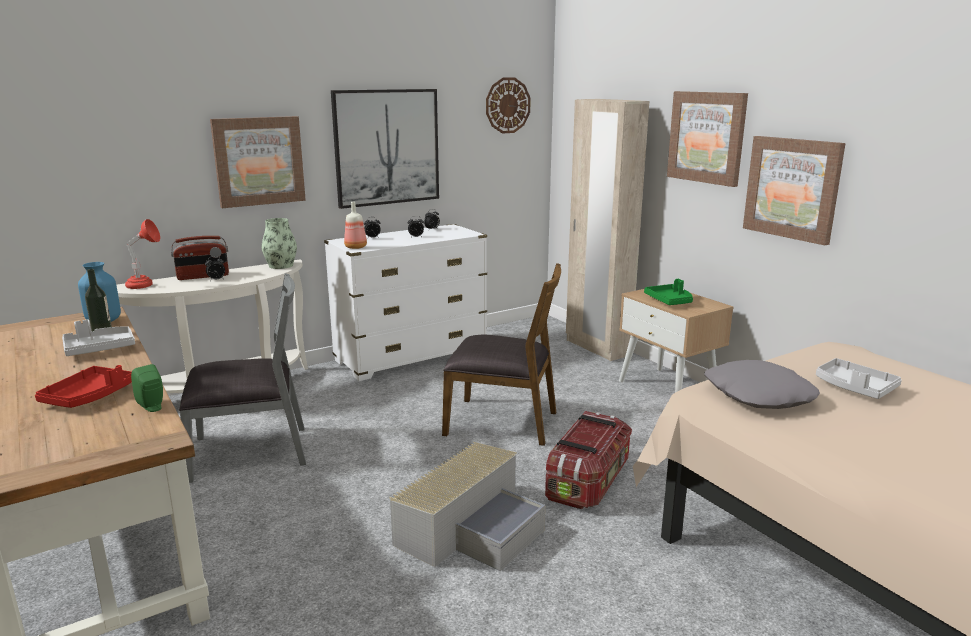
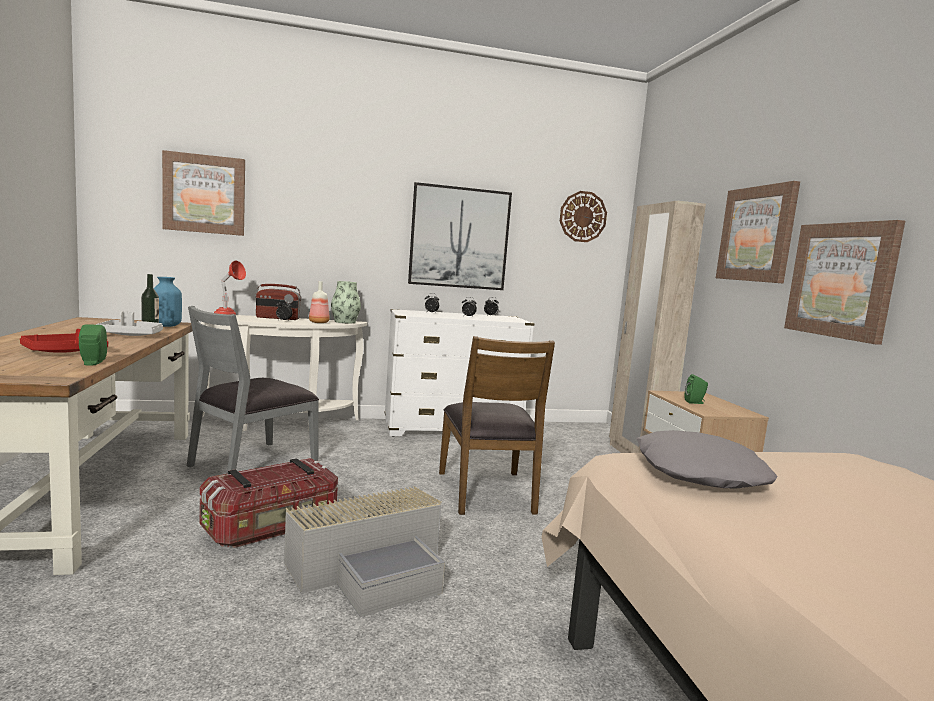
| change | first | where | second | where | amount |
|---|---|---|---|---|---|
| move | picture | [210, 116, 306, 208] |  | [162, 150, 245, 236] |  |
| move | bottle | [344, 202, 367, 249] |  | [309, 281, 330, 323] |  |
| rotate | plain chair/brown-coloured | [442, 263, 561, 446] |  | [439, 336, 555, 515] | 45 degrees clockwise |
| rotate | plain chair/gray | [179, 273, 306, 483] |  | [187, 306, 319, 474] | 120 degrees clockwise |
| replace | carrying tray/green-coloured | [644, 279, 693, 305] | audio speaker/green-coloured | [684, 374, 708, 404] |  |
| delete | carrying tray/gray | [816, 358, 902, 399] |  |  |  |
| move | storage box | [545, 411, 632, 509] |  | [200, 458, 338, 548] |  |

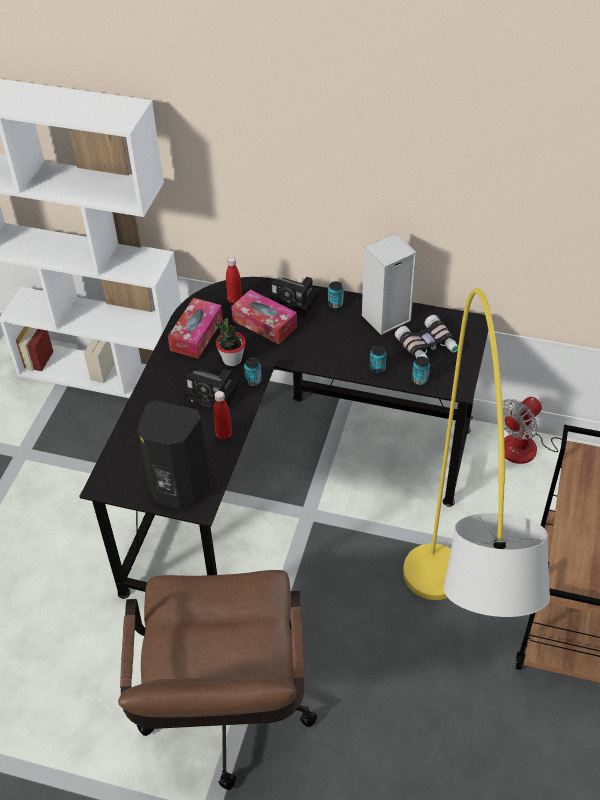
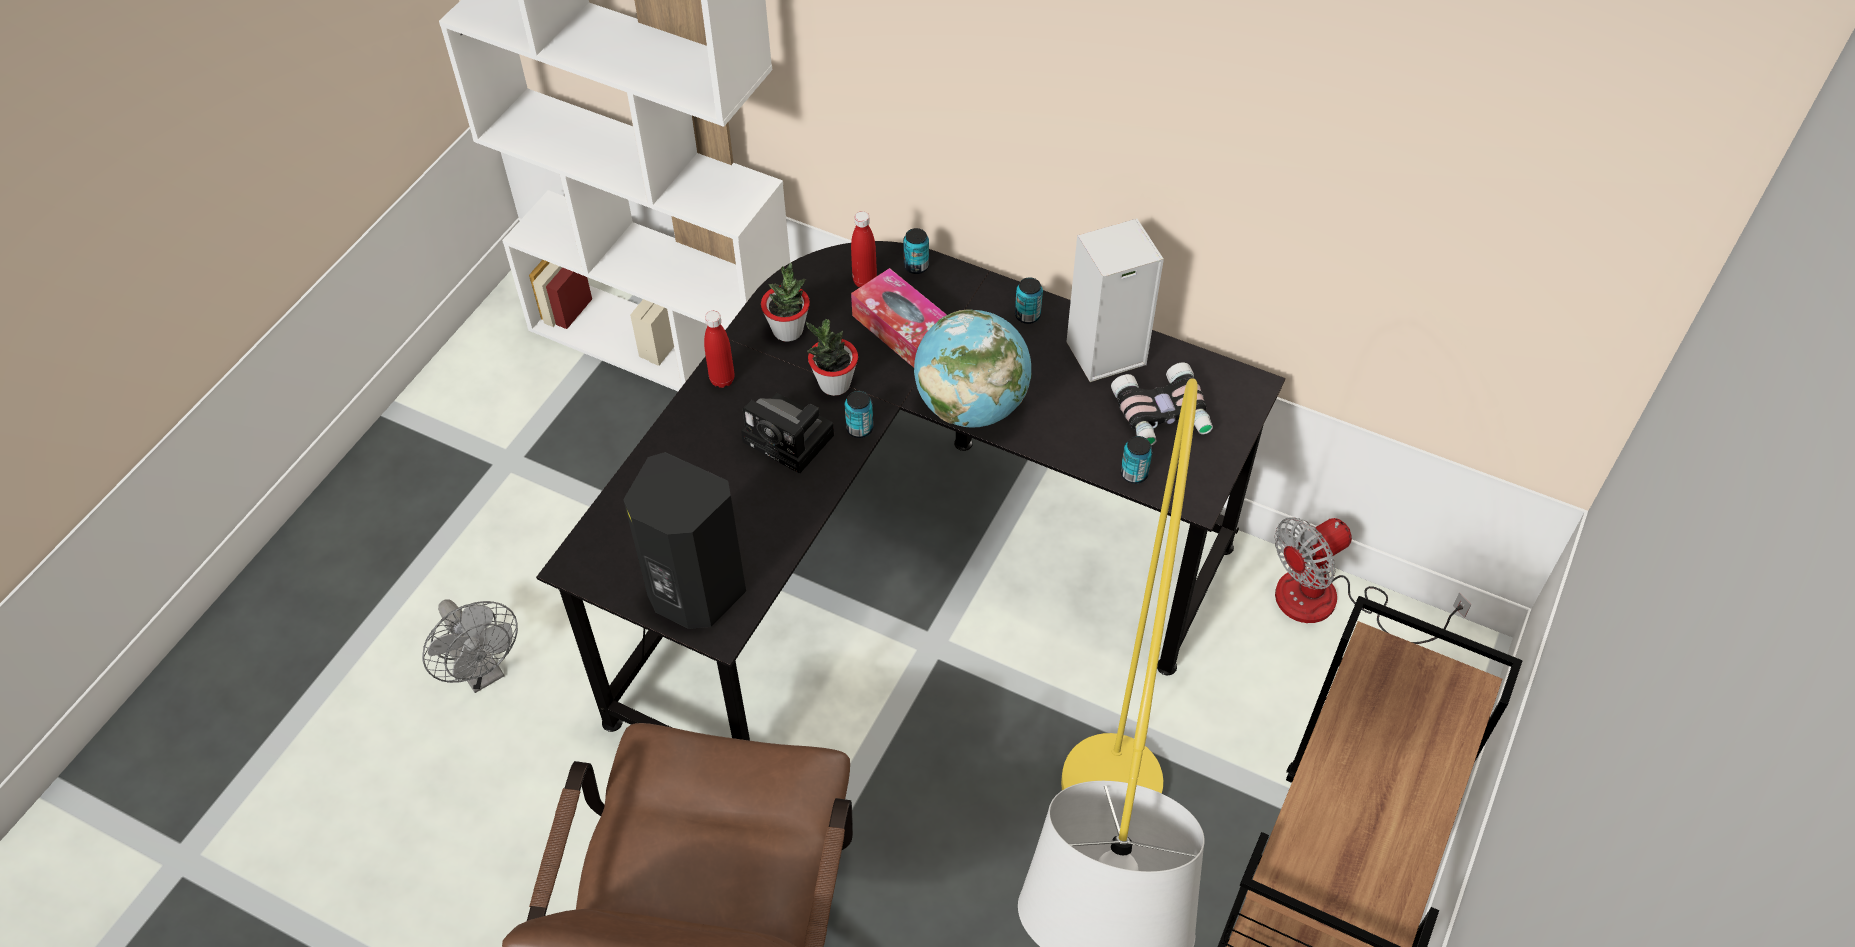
| change | first | where | second | where | amount |
|---|---|---|---|---|---|
| delete | still camera | [269, 277, 319, 317] |  |  |  |
| replace | box of tissues | [168, 298, 223, 358] | potted plant | [761, 263, 810, 342] |  |
| move | metal can | [369, 345, 386, 375] |  | [903, 228, 929, 274] |  |
| move | bottle/red-coloured | [213, 391, 232, 440] |  | [704, 311, 735, 388] |  |
| insert |  |  | desk globe | [914, 309, 1032, 428] |  |
| insert |  |  | electric fan/gray | [422, 599, 518, 693] |  |

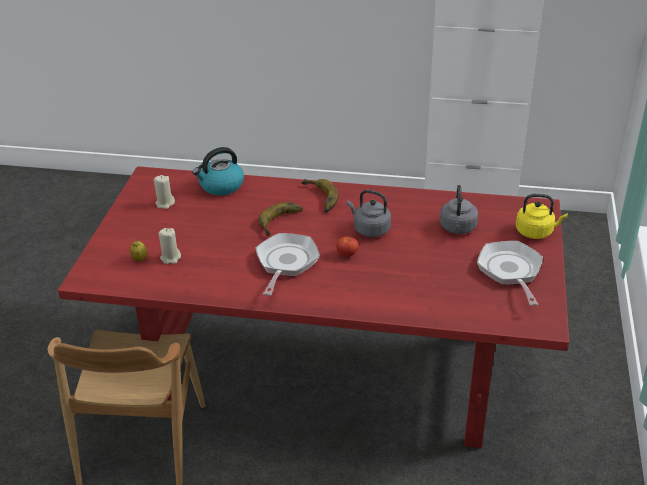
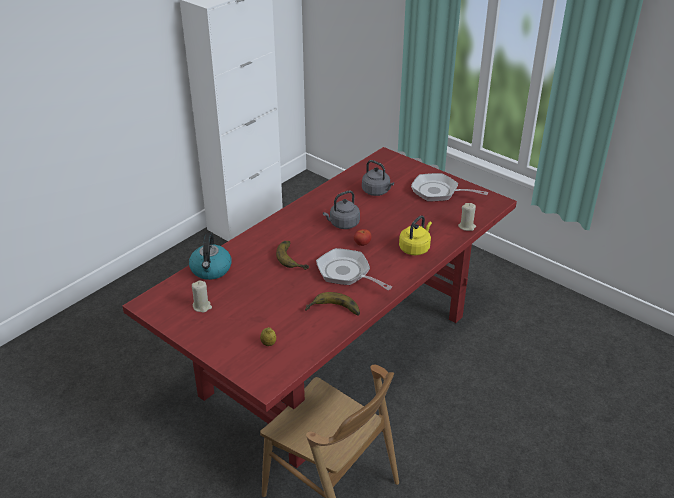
| change | first | where | second | where | amount |
|---|---|---|---|---|---|
| move | whole banana | [301, 179, 339, 213] |  | [305, 292, 360, 316] |  |
| move | tea kettle/yellow | [516, 194, 568, 239] |  | [399, 215, 432, 255] |  |
| move | candle/beige-coloured | [159, 228, 181, 264] |  | [458, 203, 476, 231] |  |

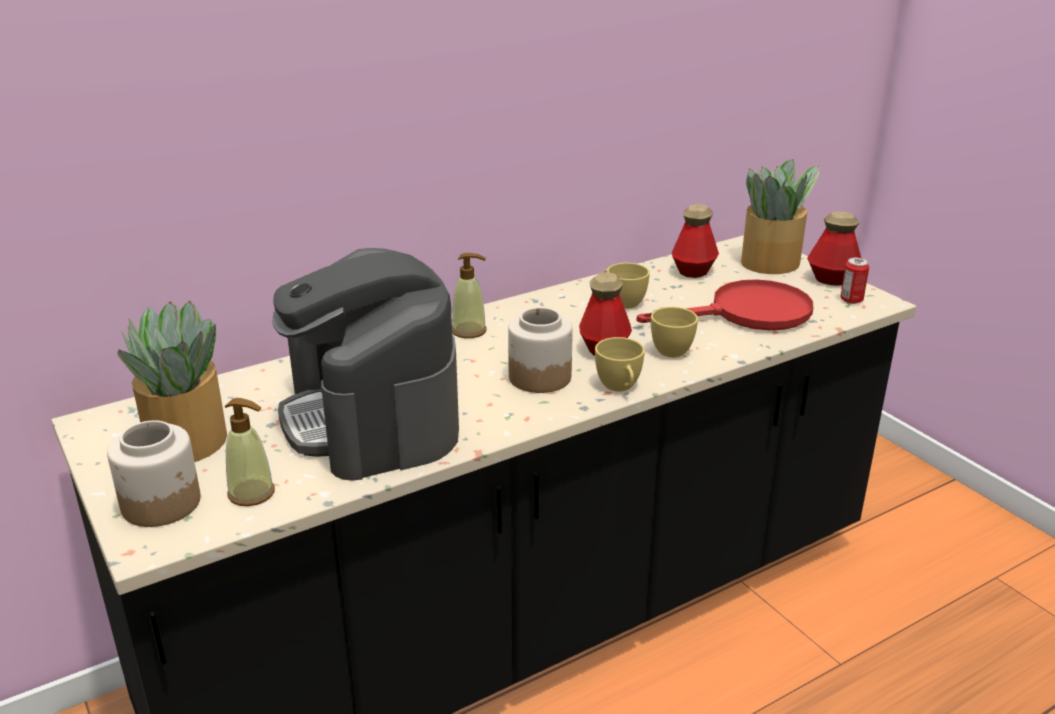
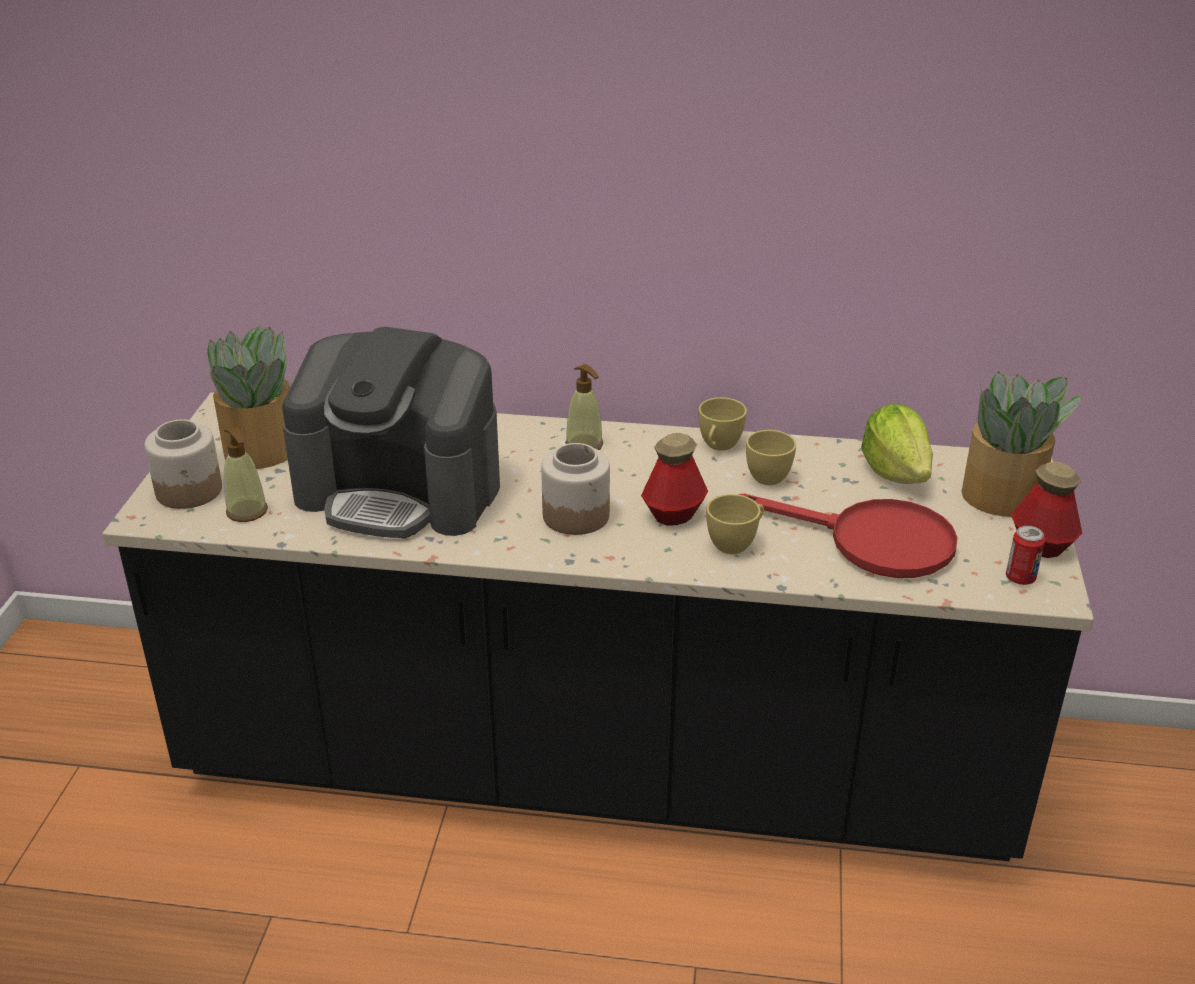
| change | first | where | second | where | amount |
|---|---|---|---|---|---|
| replace | bottle | [672, 204, 719, 278] | head of lettuce | [861, 404, 933, 484] |  |
| rotate | coffee maker | [272, 248, 459, 481] |  | [282, 327, 500, 539] | 90 degrees counterclockwise |
| move | cup/yellow | [595, 337, 645, 391] |  | [699, 397, 747, 451] |  |

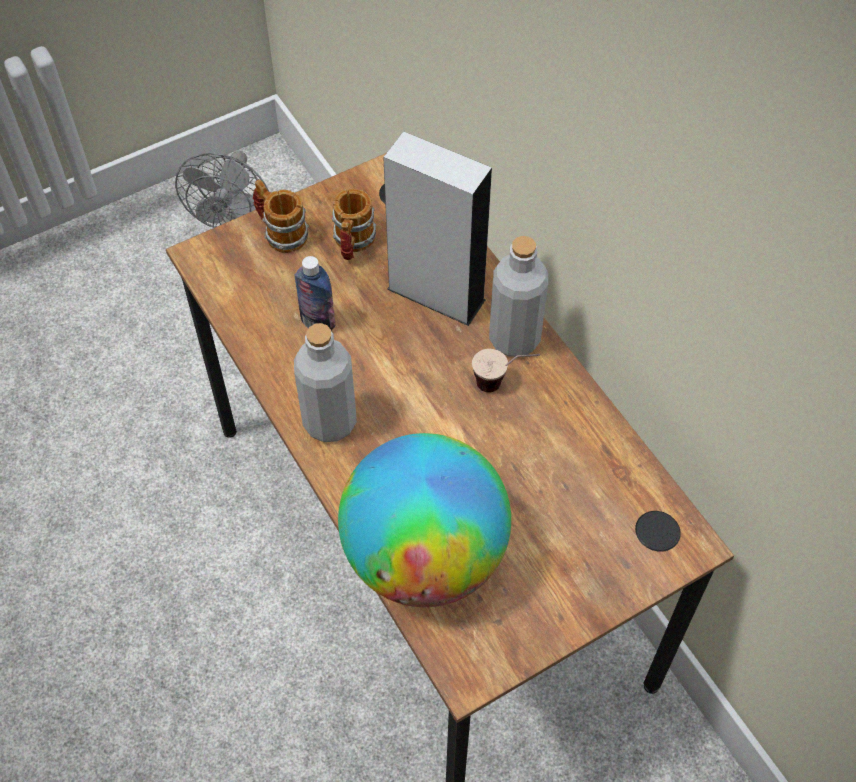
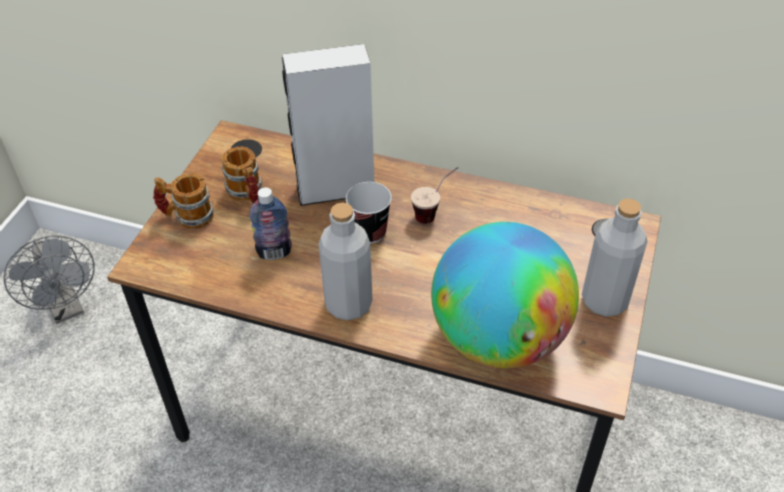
| change | first | where | second | where | amount |
|---|---|---|---|---|---|
| move | bottle/gray | [489, 236, 548, 357] |  | [582, 198, 648, 317] |  |
| insert |  |  | cup | [346, 182, 392, 244] |  |

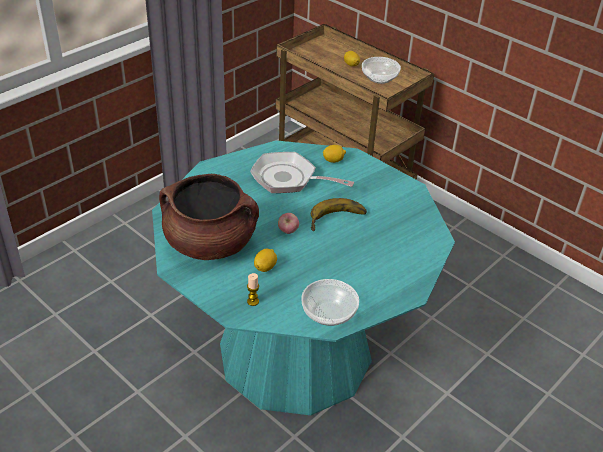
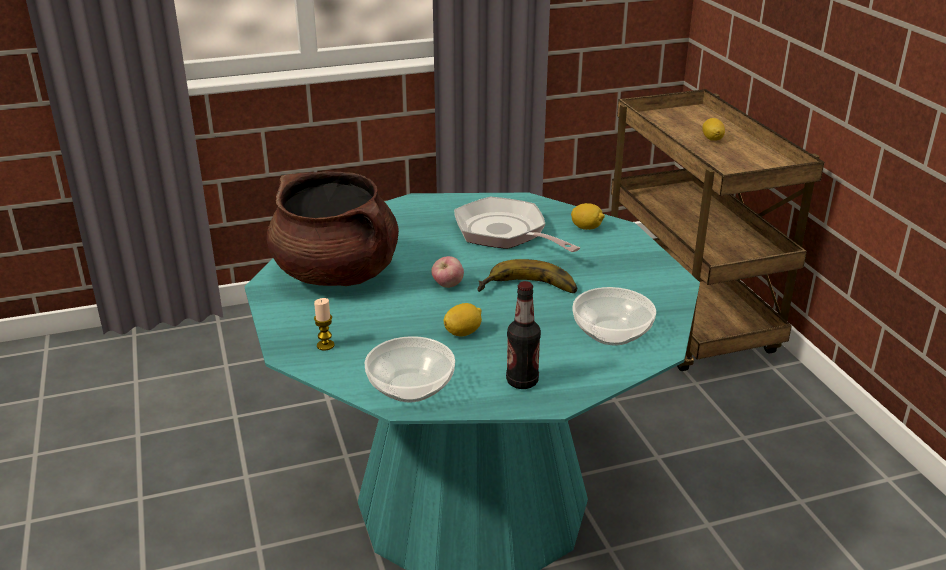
| change | first | where | second | where | amount |
|---|---|---|---|---|---|
| move | deep dish | [362, 57, 401, 84] |  | [573, 287, 656, 345] |  |
| move | citrus fruit | [254, 249, 277, 272] |  | [444, 303, 482, 337] |  |
| insert |  |  | bottle | [506, 281, 541, 389] |  |

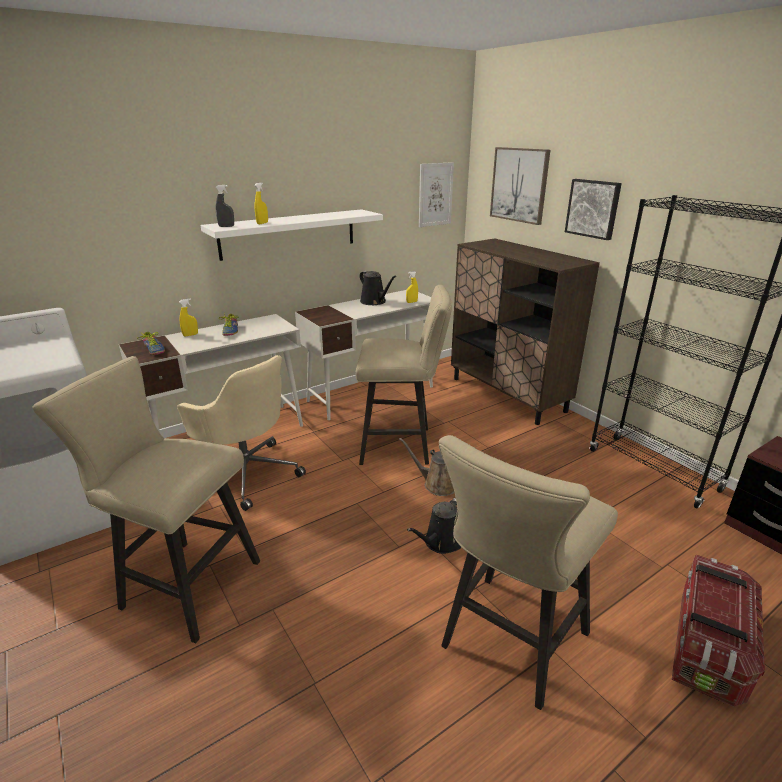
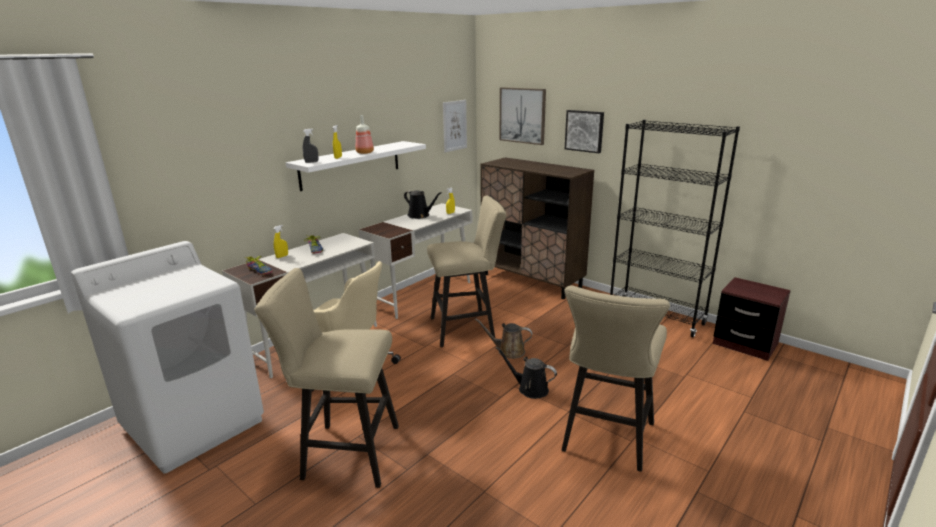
| change | first | where | second | where | amount |
|---|---|---|---|---|---|
| rotate | sprinkling can/blackish | [407, 498, 461, 554] |  | [496, 347, 557, 399] | 90 degrees clockwise |
| delete | storage box | [671, 555, 765, 706] |  |  |  |
| insert |  |  | bottle | [356, 115, 374, 154] |  |

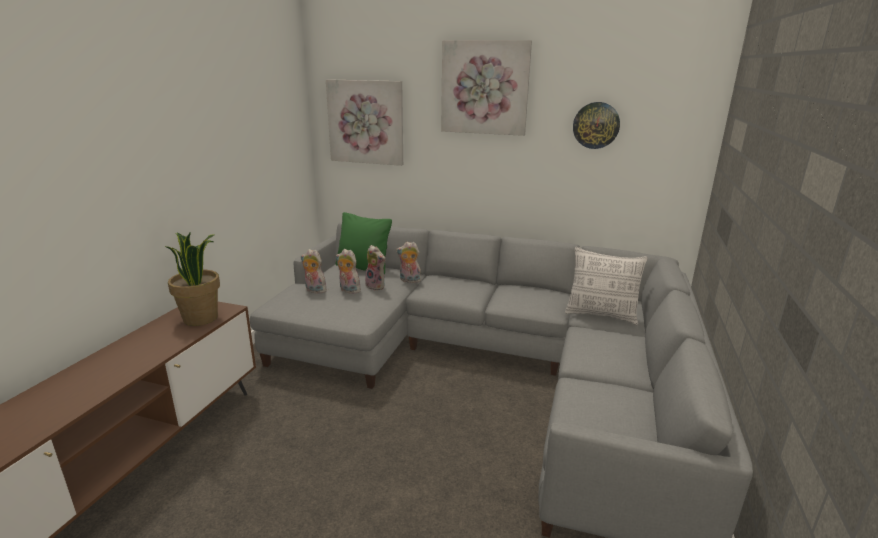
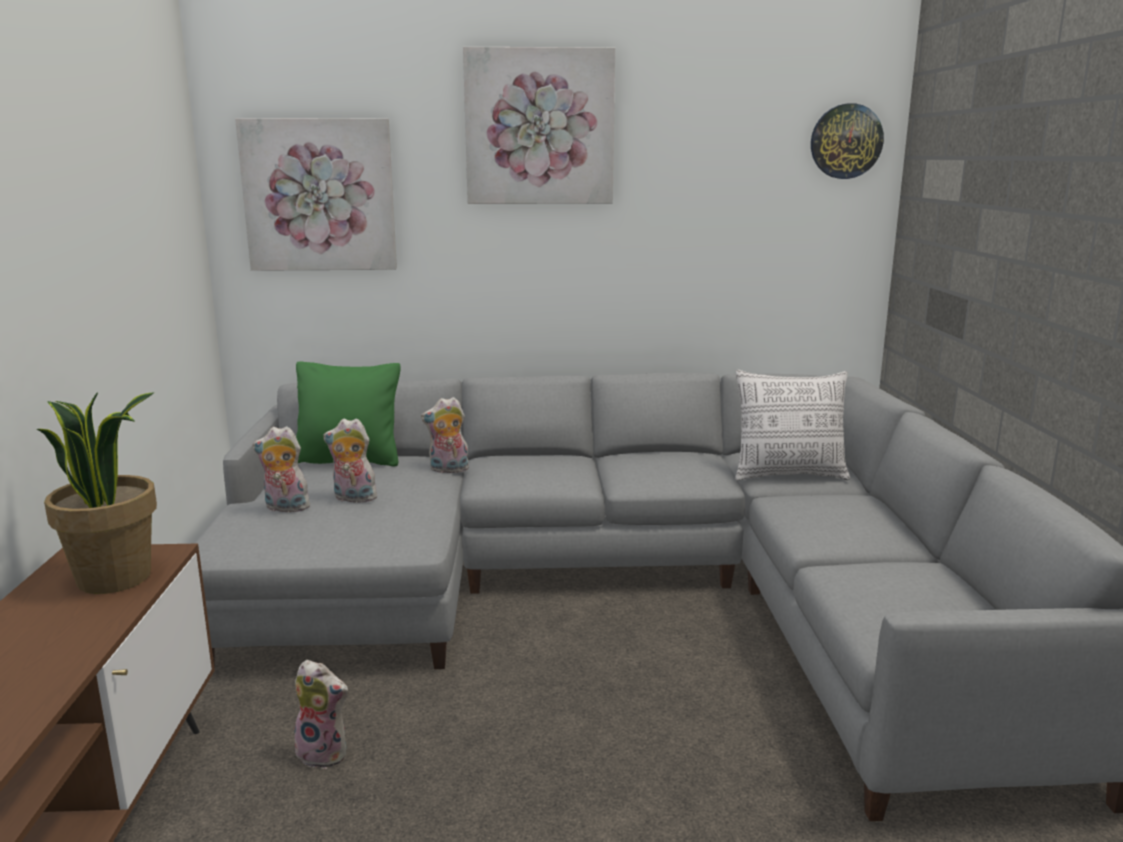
| change | first | where | second | where | amount |
|---|---|---|---|---|---|
| move | clock on the wall | [573, 102, 620, 149] |  | [811, 103, 884, 179] |  |
| move | plush toy | [365, 245, 386, 291] |  | [294, 660, 349, 769] |  |

